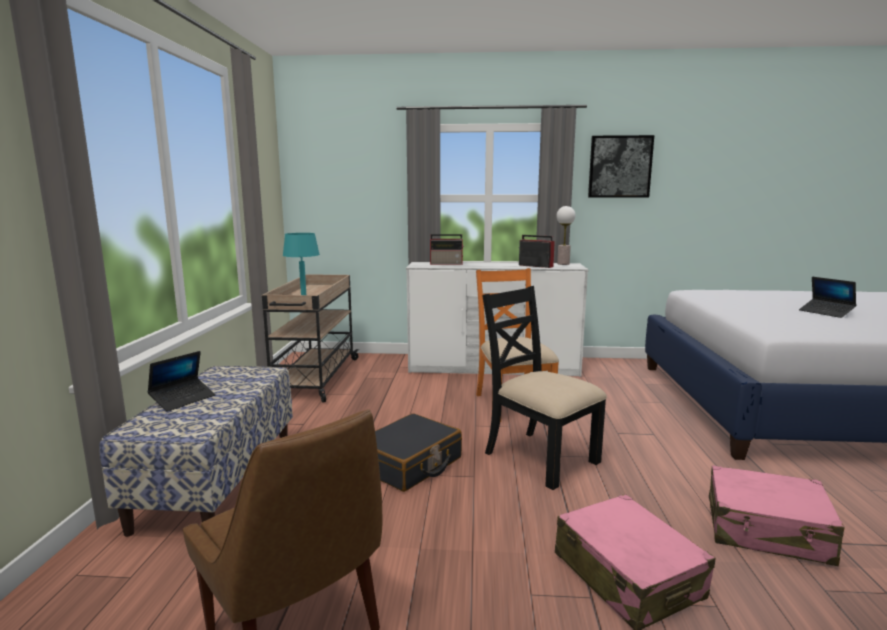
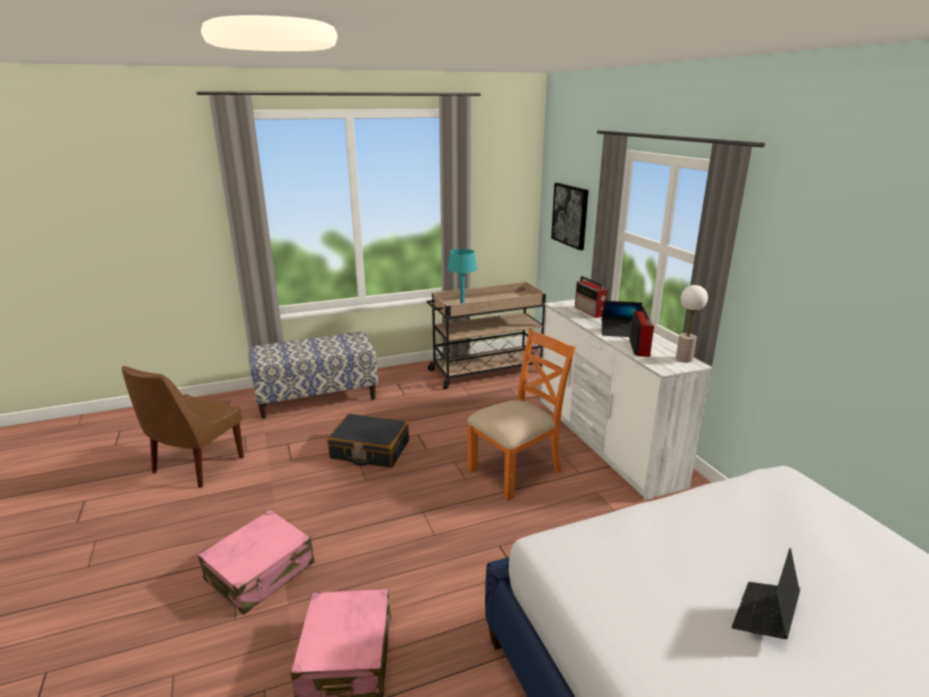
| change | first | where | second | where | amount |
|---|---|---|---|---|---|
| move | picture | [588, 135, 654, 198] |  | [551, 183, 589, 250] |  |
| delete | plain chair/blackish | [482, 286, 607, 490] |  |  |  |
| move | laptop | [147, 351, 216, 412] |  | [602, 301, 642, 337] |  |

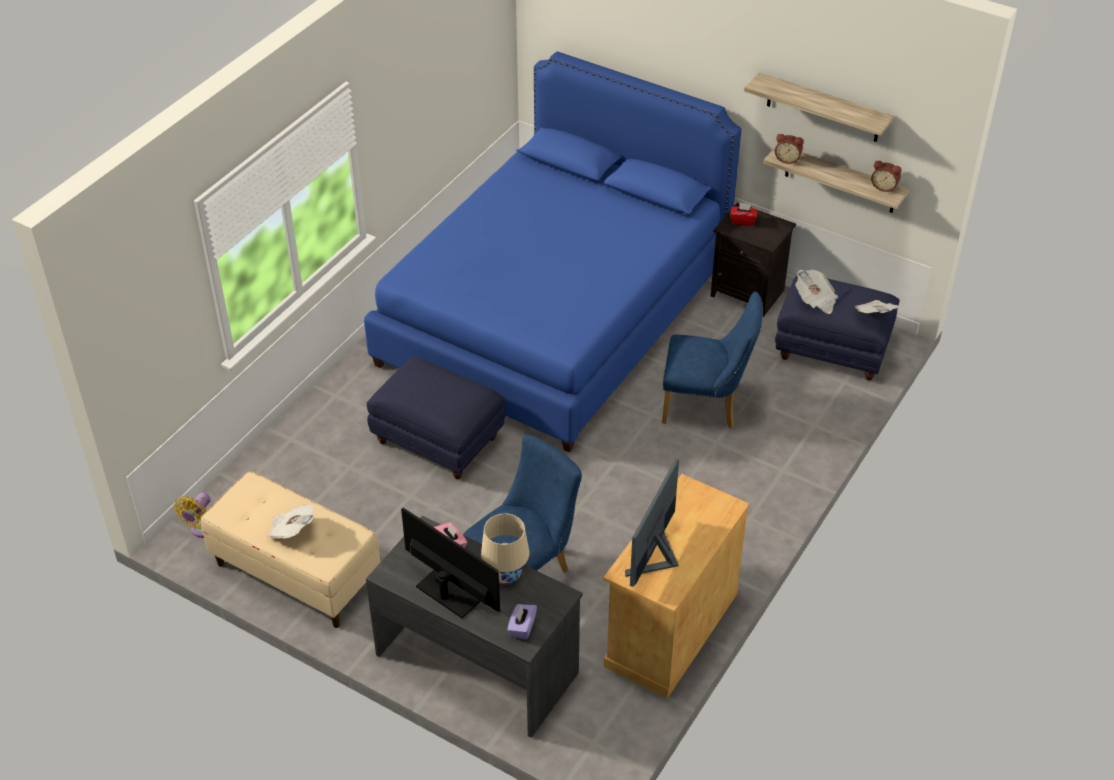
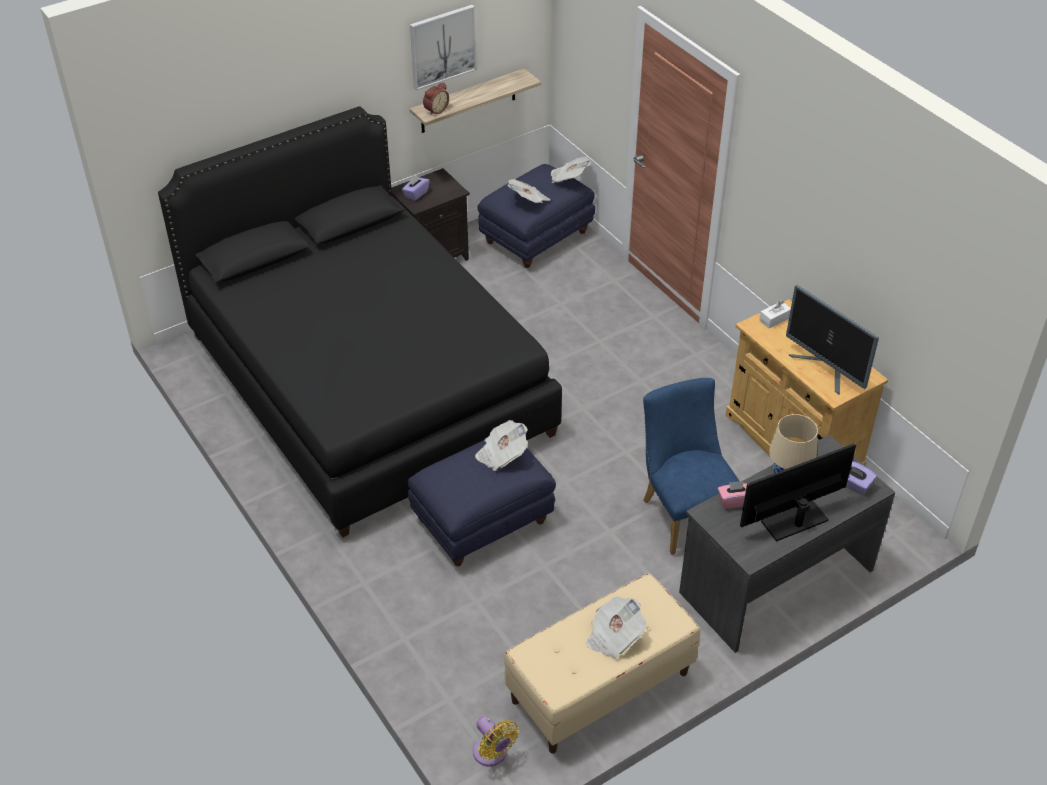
| change | first | where | second | where | amount |
|---|---|---|---|---|---|
| recolor | bed/bluish | [364, 52, 741, 453] | bed/blackish | [158, 106, 562, 538] |  |
| replace | shelf | [744, 72, 894, 142] | picture | [410, 5, 477, 91] |  |
| delete | alarm clock | [871, 161, 902, 192] |  |  |  |
| recolor | box of tissues/red-coloured | [730, 203, 758, 226] | box of tissues/purple-coloured | [402, 174, 429, 201] |  |
| delete | plain chair/bluish | [662, 292, 763, 429] |  |  |  |
| insert |  |  | box of tissues/white | [759, 301, 791, 329] |  |
| insert |  |  | printed paper | [475, 420, 528, 471] |  |

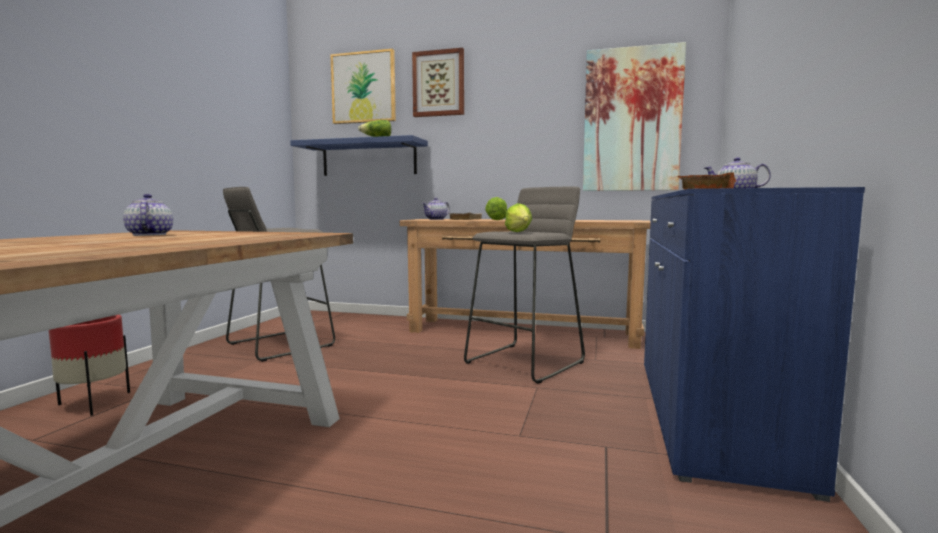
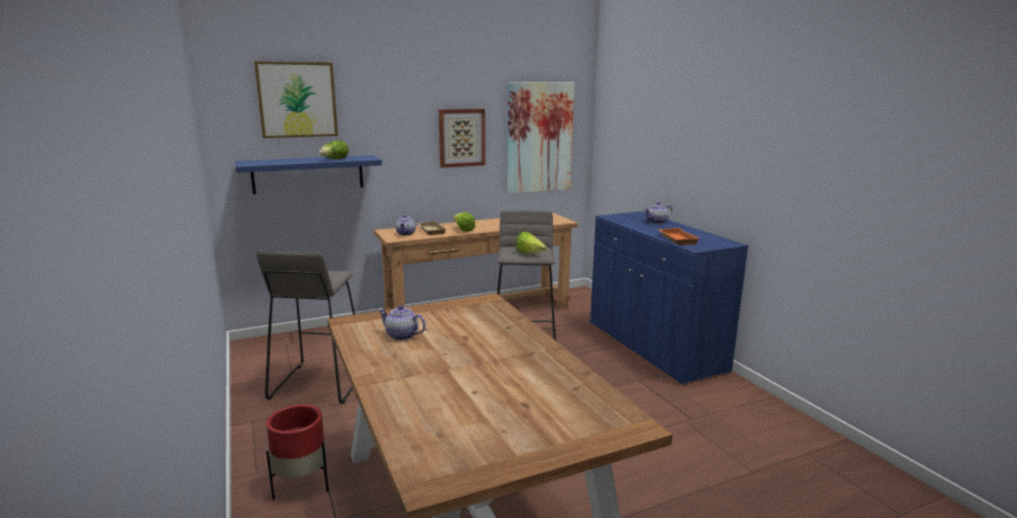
| change | first | where | second | where | amount |
|---|---|---|---|---|---|
| move | picture | [412, 48, 464, 117] |  | [439, 109, 485, 168] |  |

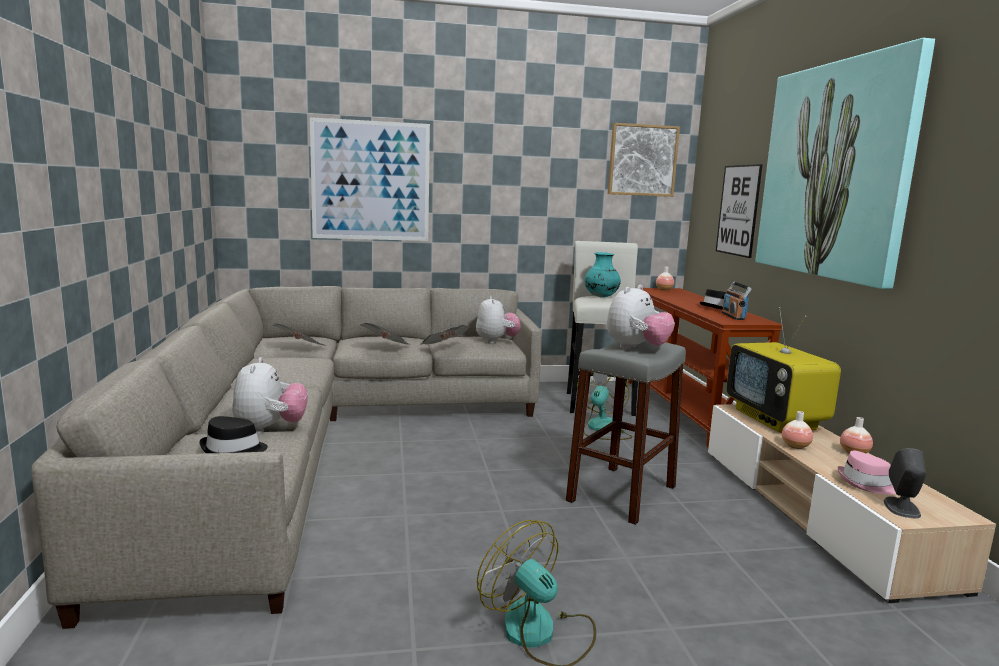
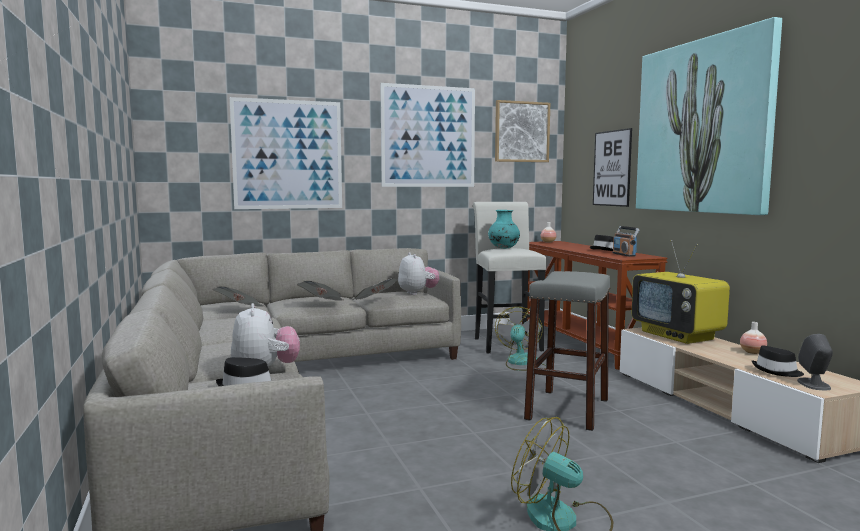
| change | first | where | second | where | amount |
|---|---|---|---|---|---|
| delete | plush toy | [607, 285, 675, 349] |  |  |  |
| delete | vase | [782, 411, 813, 449] |  |  |  |
| recolor | clothing hat/pinkish | [837, 451, 896, 495] | clothing hat/blackish | [752, 345, 804, 377] |  |
| insert |  |  | picture | [380, 83, 475, 187] |  |

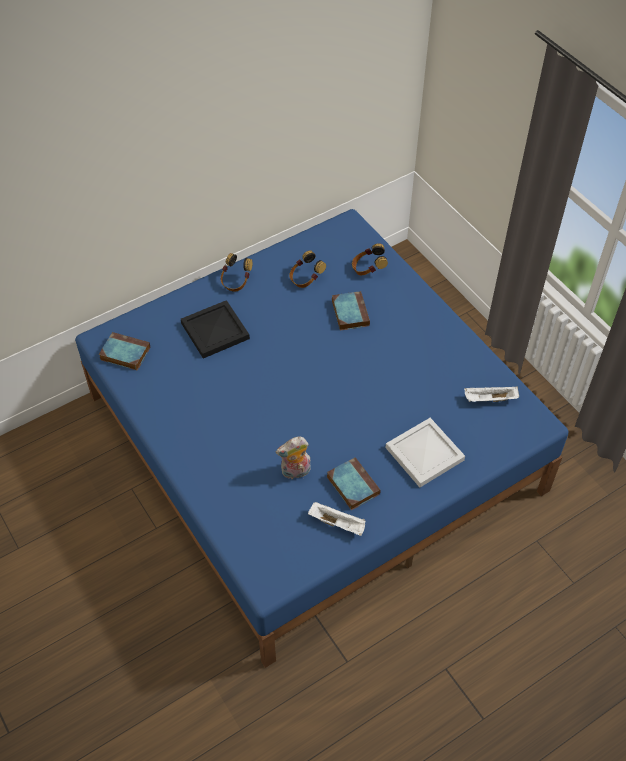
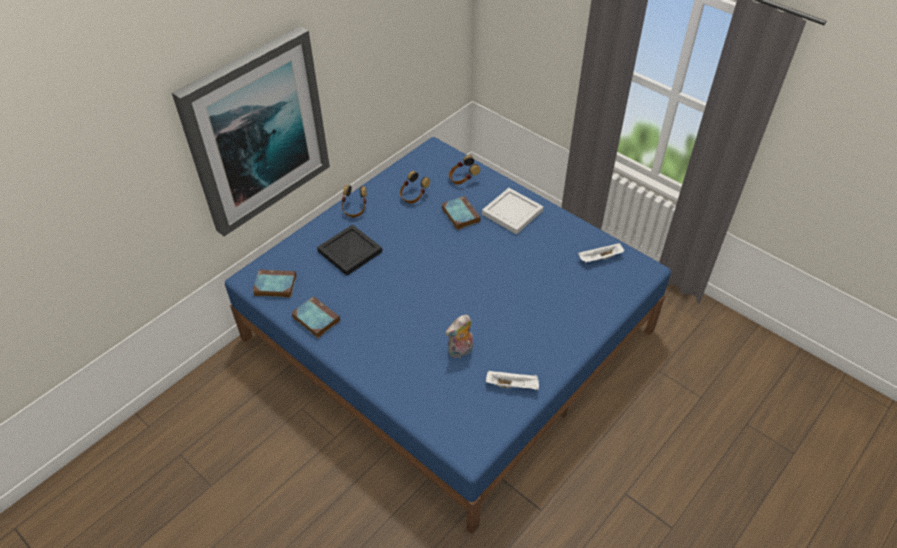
| change | first | where | second | where | amount |
|---|---|---|---|---|---|
| move | carrying tray/white | [385, 418, 465, 488] |  | [482, 188, 544, 235] |  |
| move | volume | [327, 457, 381, 510] |  | [291, 296, 340, 338] |  |
| insert |  |  | picture | [172, 26, 330, 236] |  |

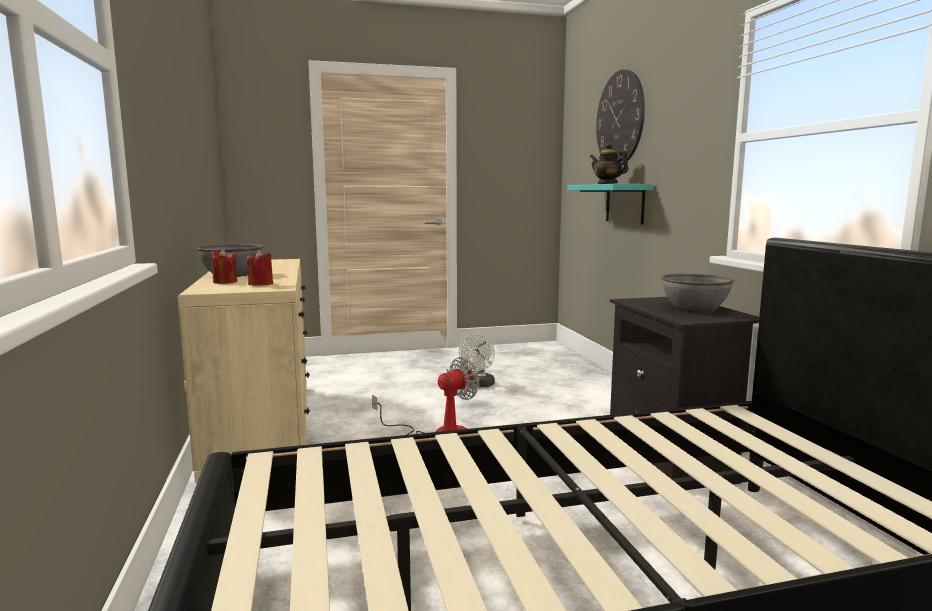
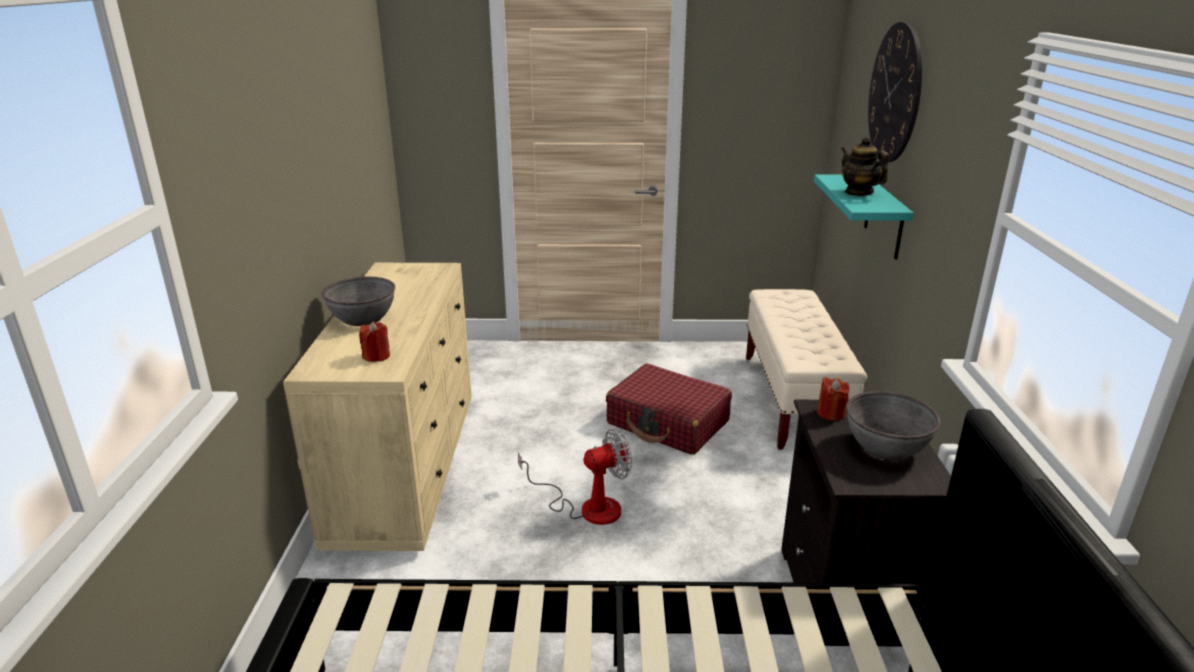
| change | first | where | second | where | amount |
|---|---|---|---|---|---|
| move | candle/red-coloured | [211, 249, 237, 284] |  | [817, 377, 849, 421] |  |
| replace | electric fan/white | [459, 334, 495, 387] | travel case/red-coloured | [606, 364, 732, 455] |  |
| insert |  |  | indoor bench/beige-coloured | [746, 289, 867, 450] |  |

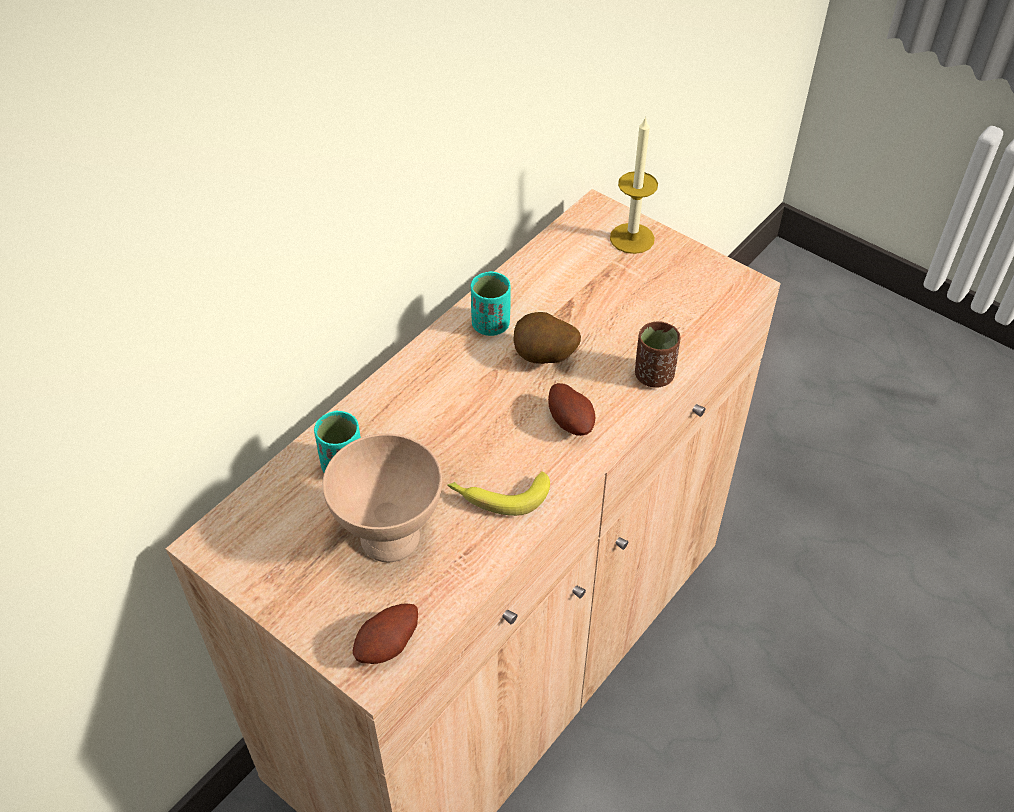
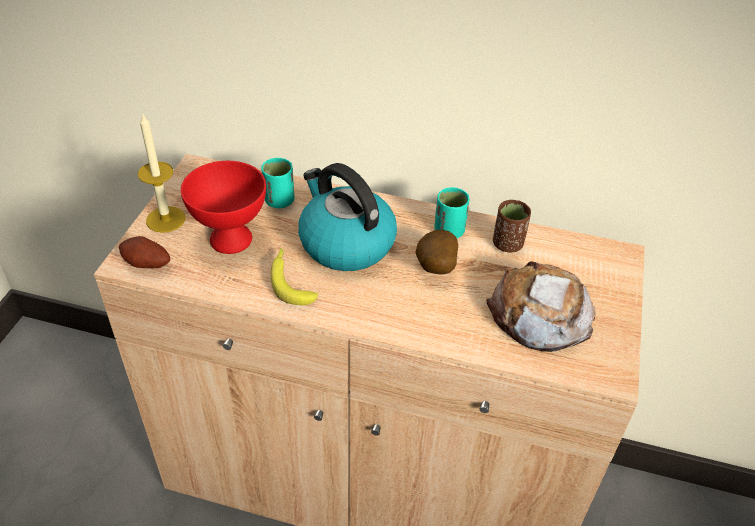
| change | first | where | second | where | amount |
|---|---|---|---|---|---|
| move | candle | [610, 116, 658, 254] |  | [138, 113, 186, 233] |  |
| move | cup/brown-coloured | [635, 321, 681, 388] |  | [493, 200, 531, 252] |  |
| delete | spud | [548, 383, 595, 436] |  |  |  |
| recolor | deep dish/beige-coloured | [322, 433, 442, 562] | deep dish/red-coloured | [181, 161, 266, 254] |  |
| insert |  |  | tea kettle | [298, 163, 397, 271] |  |
| insert |  |  | bakery bread | [486, 261, 596, 352] |  |

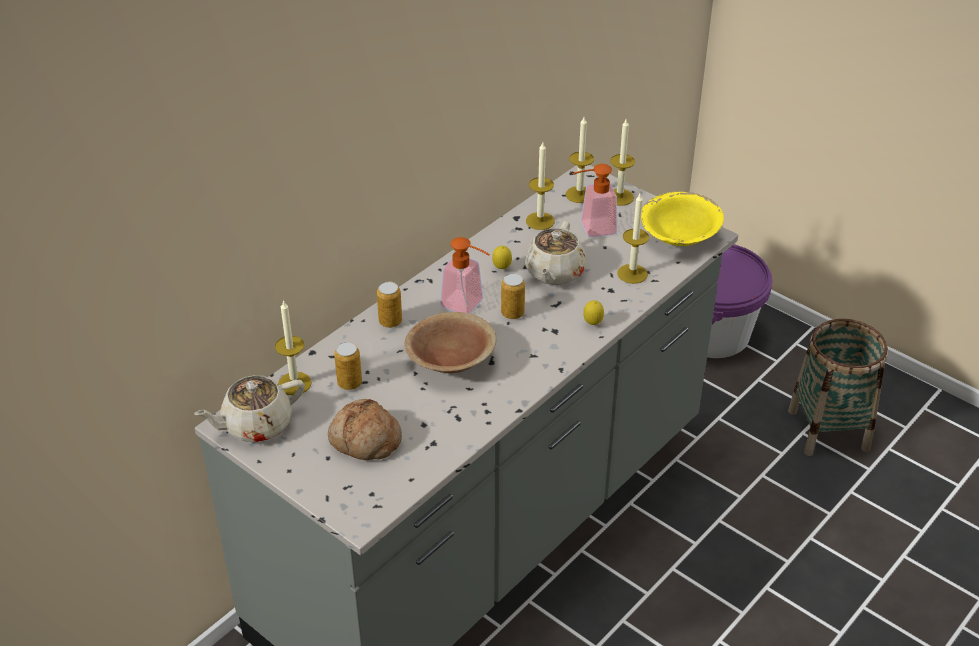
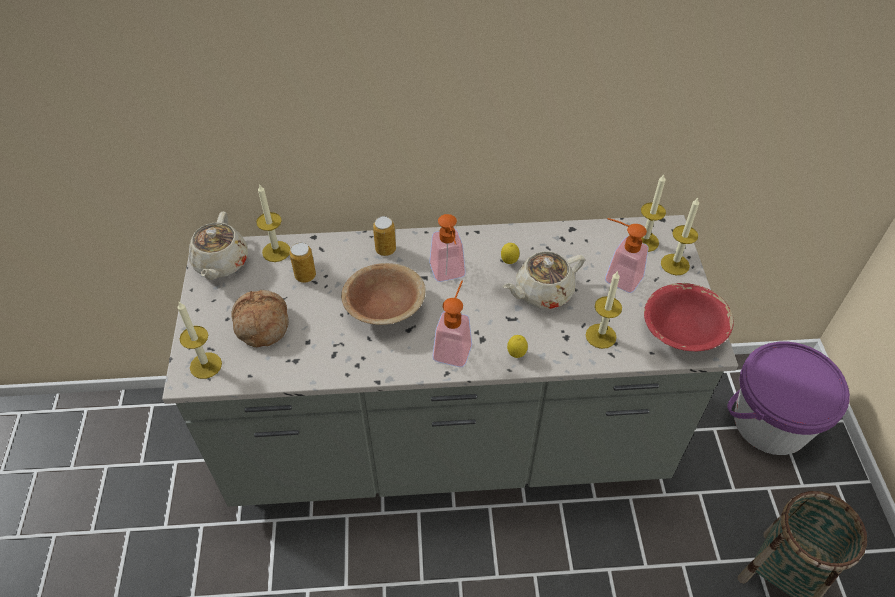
| change | first | where | second | where | amount |
|---|---|---|---|---|---|
| move | candle | [526, 142, 555, 230] |  | [178, 302, 222, 379] |  |
| recolor | deep dish/yellow | [641, 191, 724, 246] | deep dish/red-coloured | [644, 283, 734, 351] |  |
| delete | metal can | [501, 273, 525, 319] |  |  |  |
| rotate | tea pot/beige-coloured | [194, 375, 305, 442] |  | [189, 211, 248, 280] | 105 degrees counterclockwise |
| insert |  |  | liquid soap bottle | [433, 281, 472, 367] |  |

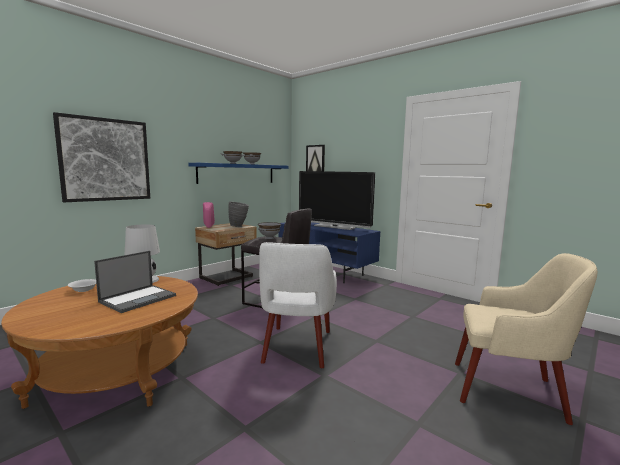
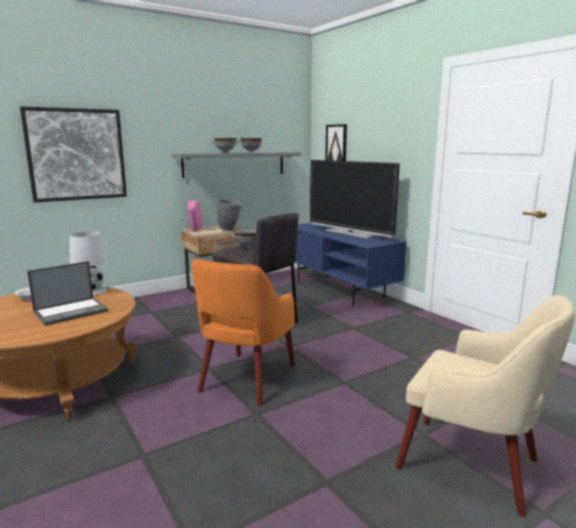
| change | first | where | second | where | amount |
|---|---|---|---|---|---|
| recolor | shelf/bluish | [188, 163, 288, 184] | shelf/gray | [172, 152, 301, 178] |  |
| recolor | easy chair/white | [259, 242, 337, 368] | easy chair/orangey | [191, 259, 295, 406] |  |

